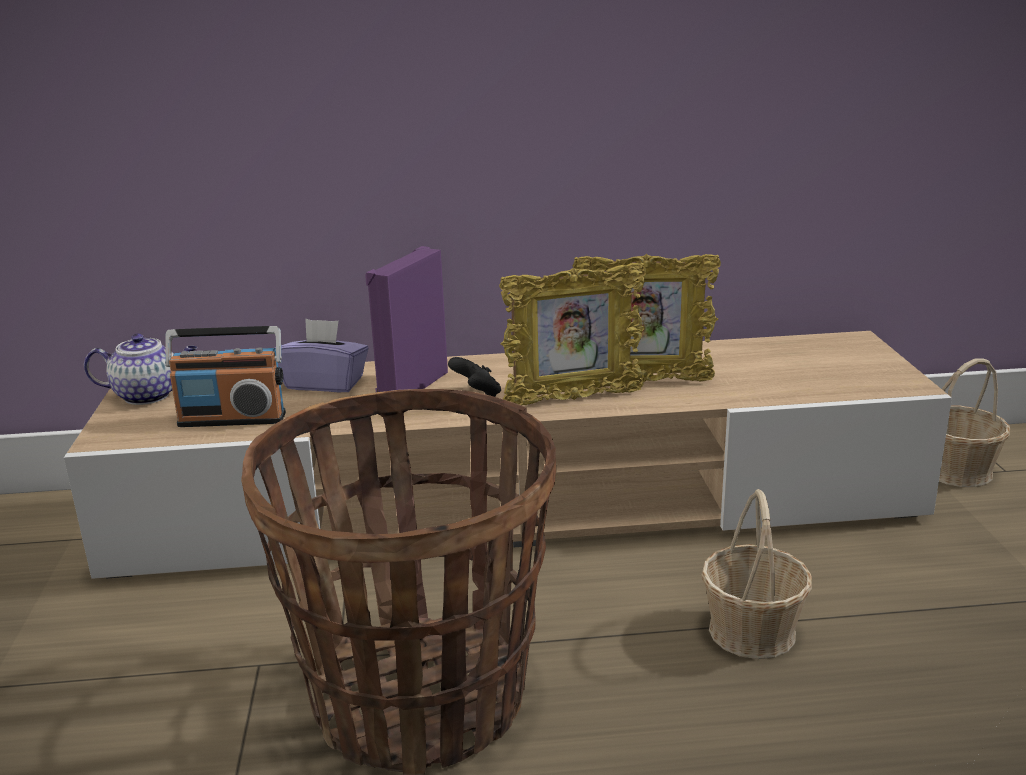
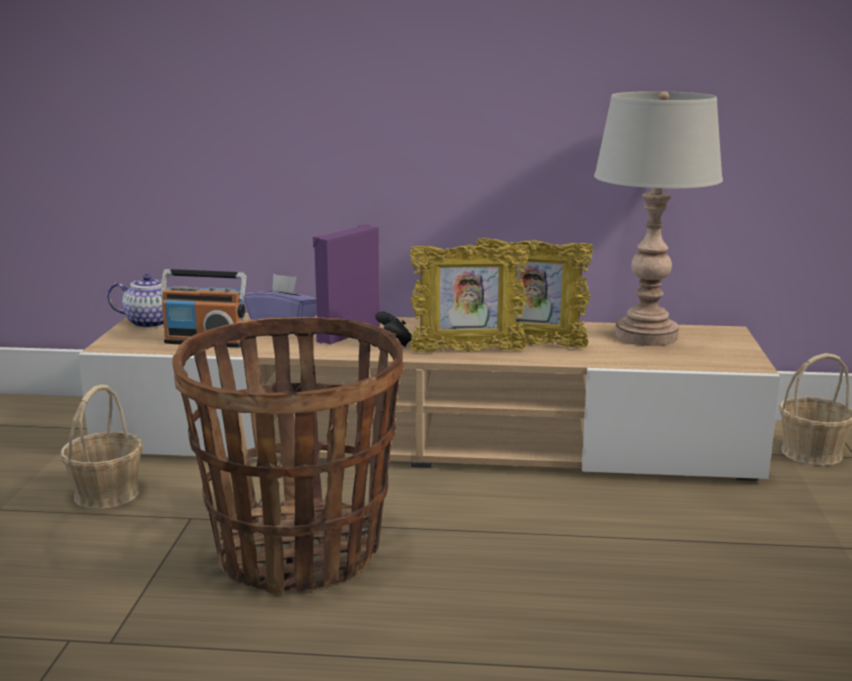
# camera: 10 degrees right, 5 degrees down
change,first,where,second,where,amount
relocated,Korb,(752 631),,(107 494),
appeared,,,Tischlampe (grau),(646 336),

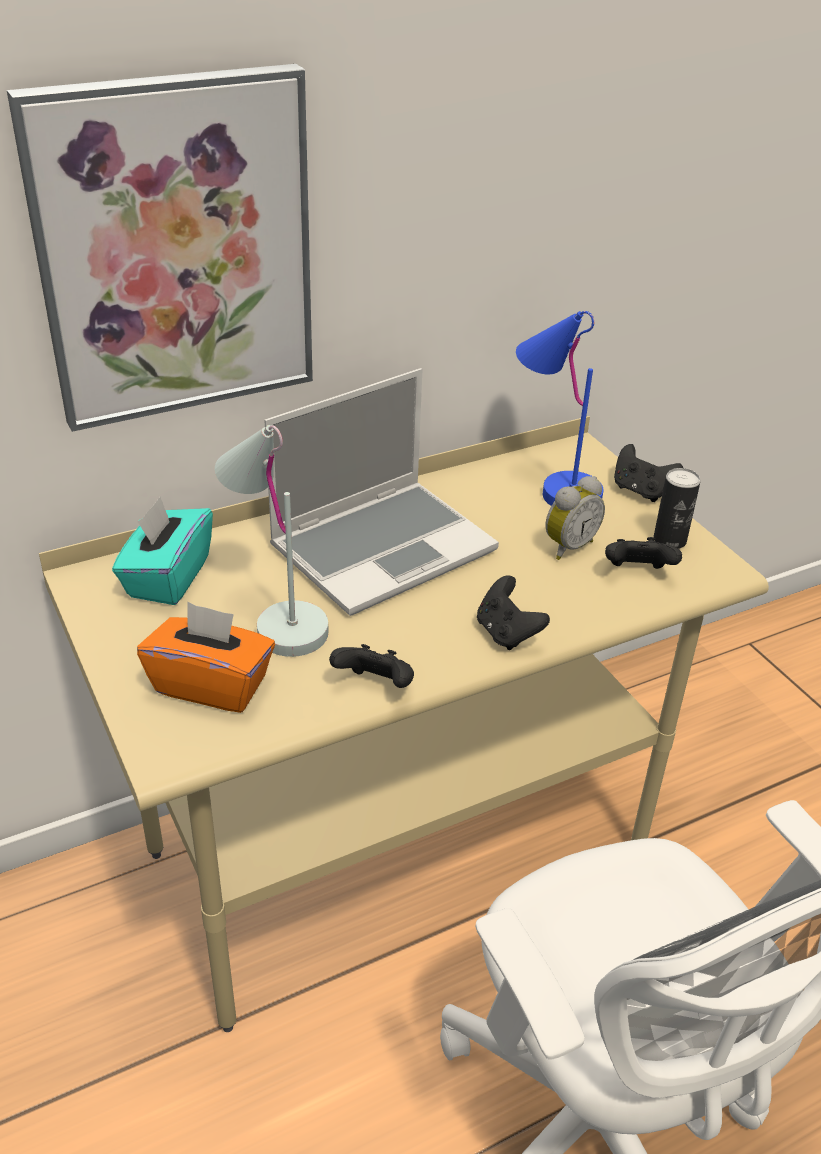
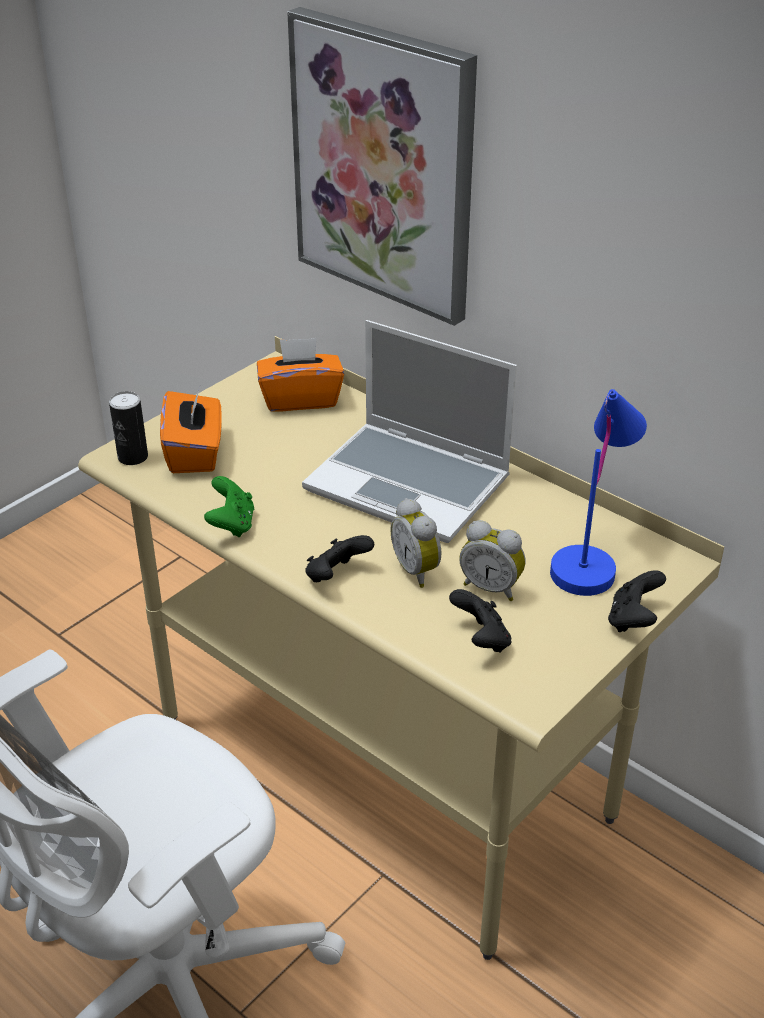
# camera: 70 degrees right, 0 degrees up
change,first,where,second,where,amount
colour,Taschentuchbox (türkis),(167 577),Taschentuchbox (orange),(300 399),
missing,Tischlampe (weiß),(274 615),,,
colour,Gamepad (schwarz),(376 686),Gamepad (grün),(232 524),
relocated,Dose,(669 540),,(133 457),
appeared,,,Wecker,(418 570),

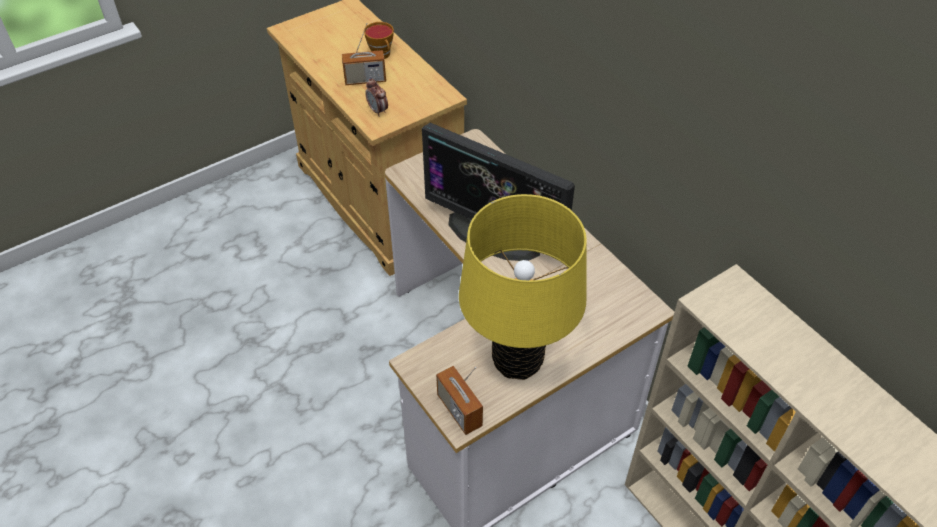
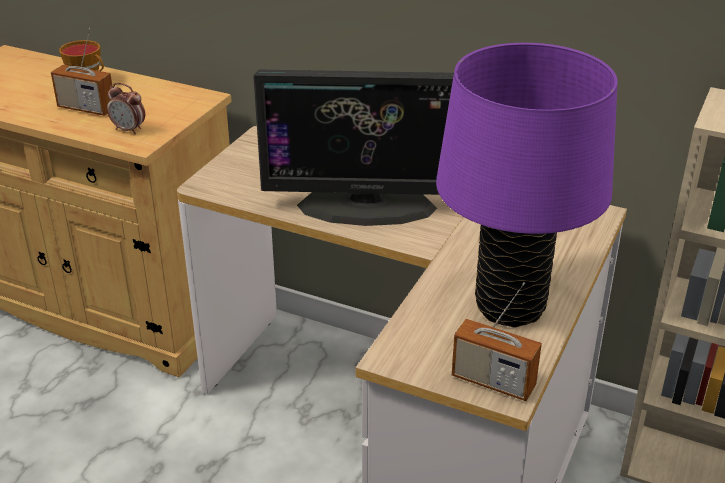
# camera: 30 degrees left, 15 degrees down
change,first,where,second,where,amount
spun,Radio,(365 80),,(86 108),60 degrees clockwise
colour,Tischlampe (gelb),(517 360),Tischlampe (lila),(510 307),

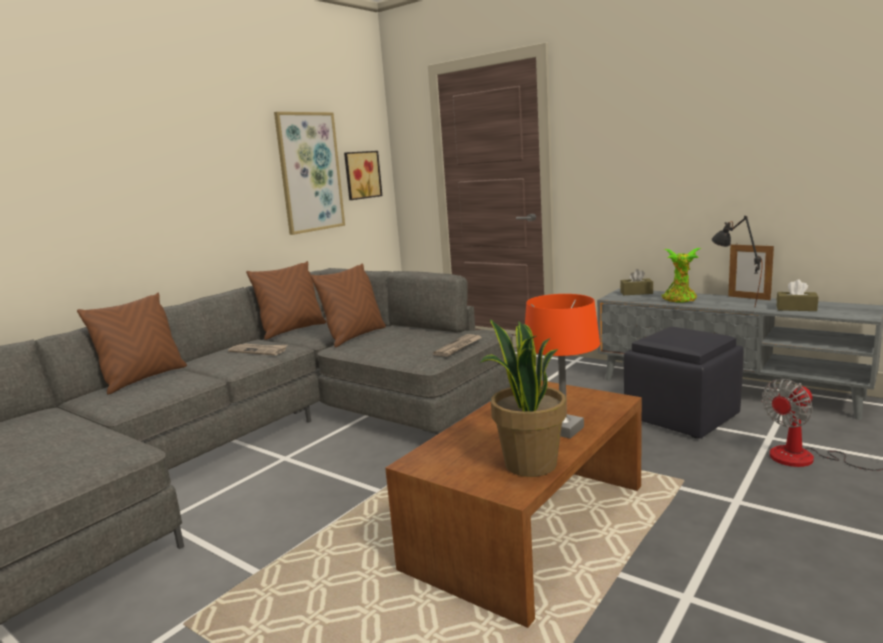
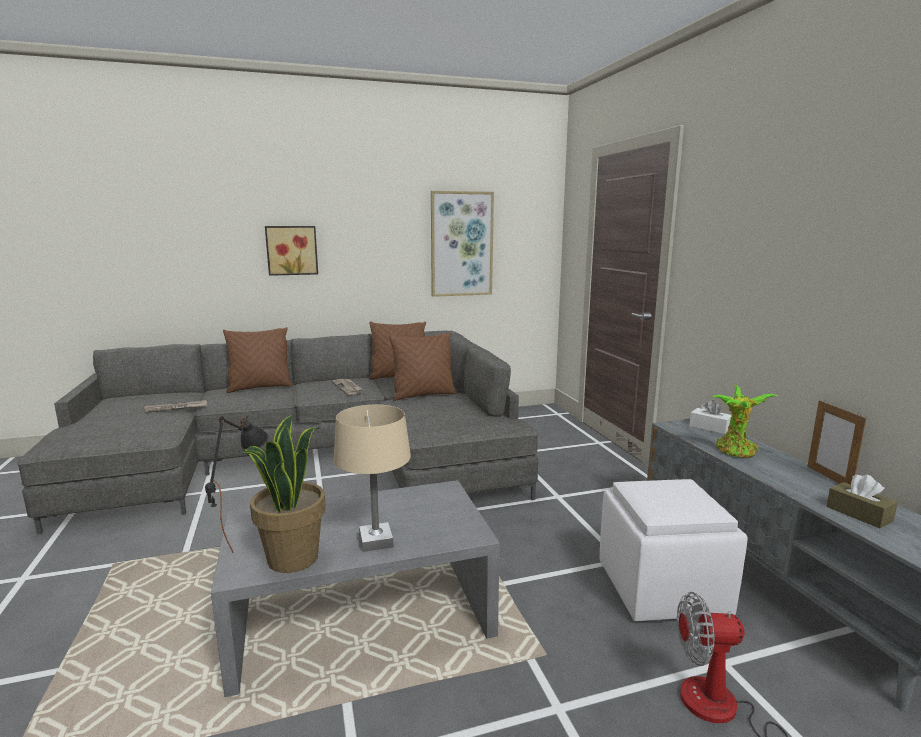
# camera: 35 degrees right, 0 degrees up
change,first,where,second,where,amount
relocated,Bild,(361 175),,(292 250),
colour,Couchtisch (braun),(528 525),Couchtisch (grau),(361 616),
relocated,Zeitung,(458 347),,(175 408),
colour,Tischlampe (orange),(563 430),Tischlampe (beige),(375 541),
colour,Taschentuchbox (braun),(636 293),Taschentuchbox (weiß),(709 427),
colour,Polsterhocker (schwarz),(683 417),Polsterhocker (weiß),(663 589),
relocated,Tischlampe (schwarz),(733 304),,(243 535),

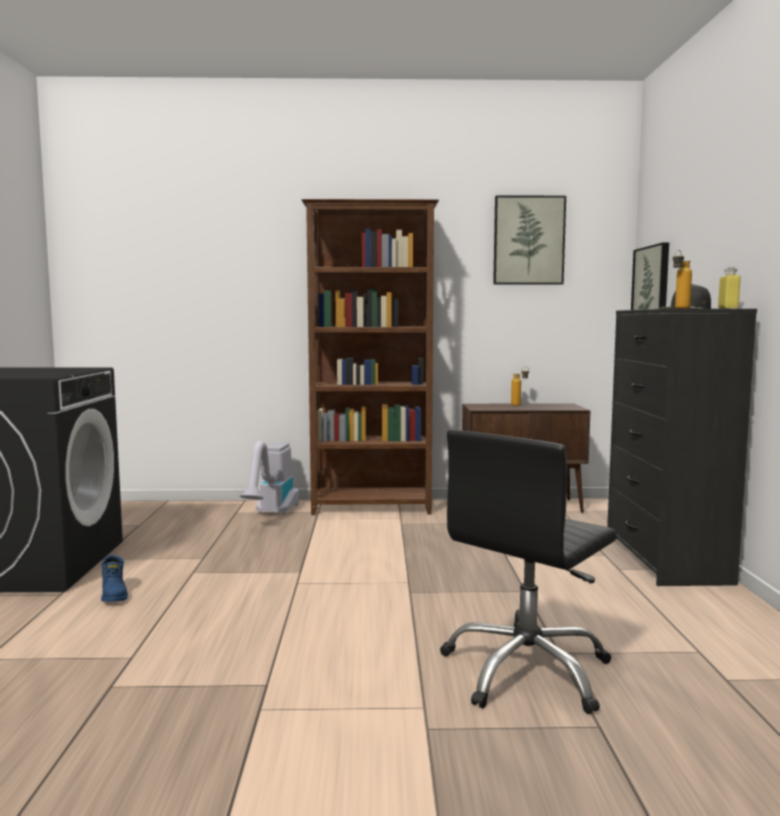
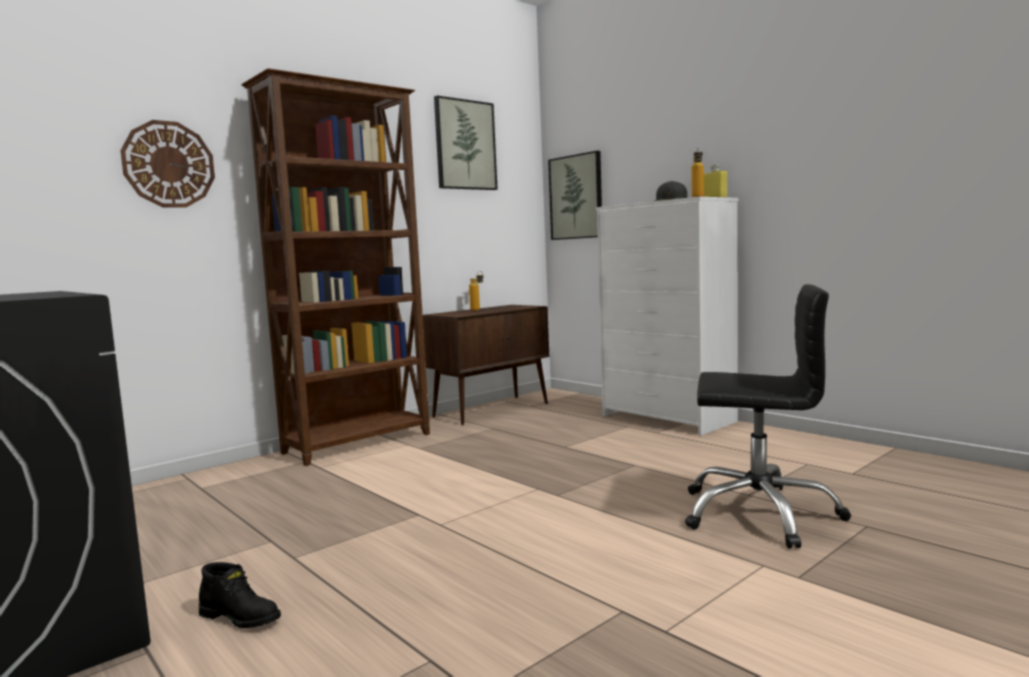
# camera: 40 degrees left, 0 degrees up
change,first,where,second,where,amount
colour,Stiefel (blau),(114 595),Stiefel (schwarz),(241 617),
missing,Staubsauger,(272 514),,,
spun,Bürostuhl (schwarz),(527 671),,(759 513),75 degrees counterclockwise
colour,Kommode (schwarz),(666 560),Kommode (weiß),(668 418),
appeared,,,Wanduhr,(169 164),

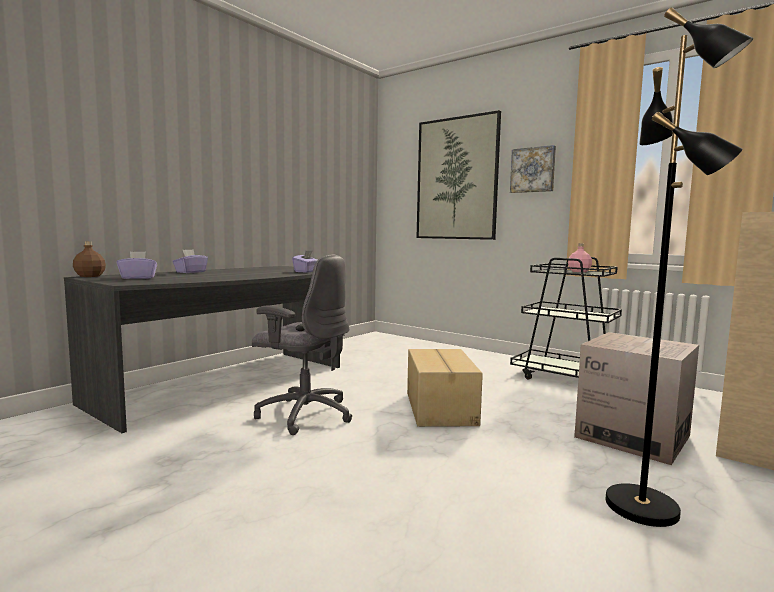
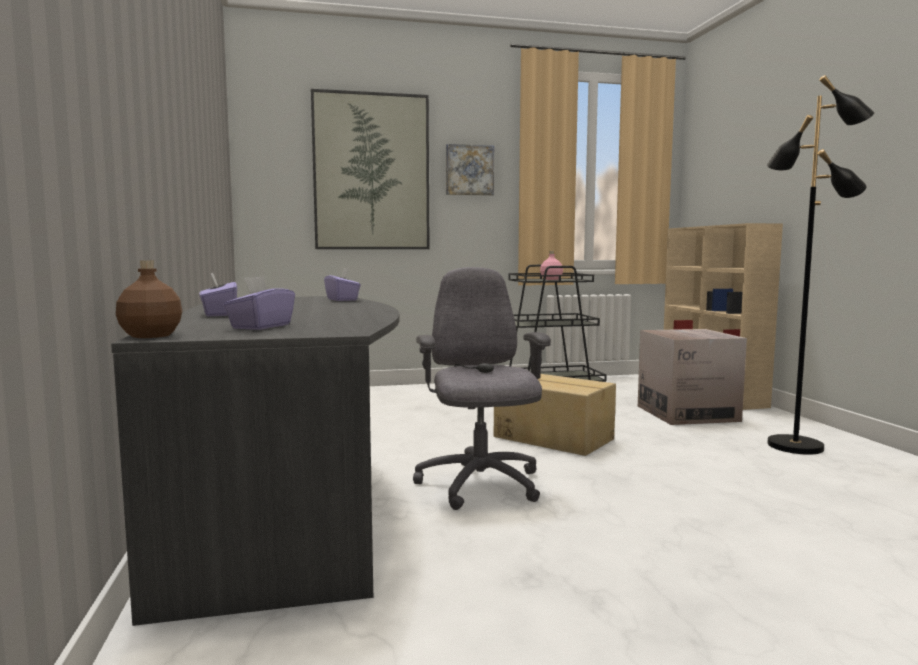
# camera: 50 degrees left, 0 degrees up
change,first,where,second,where,amount
spun,Bürostuhl (grau),(304 414),,(480 486),75 degrees counterclockwise

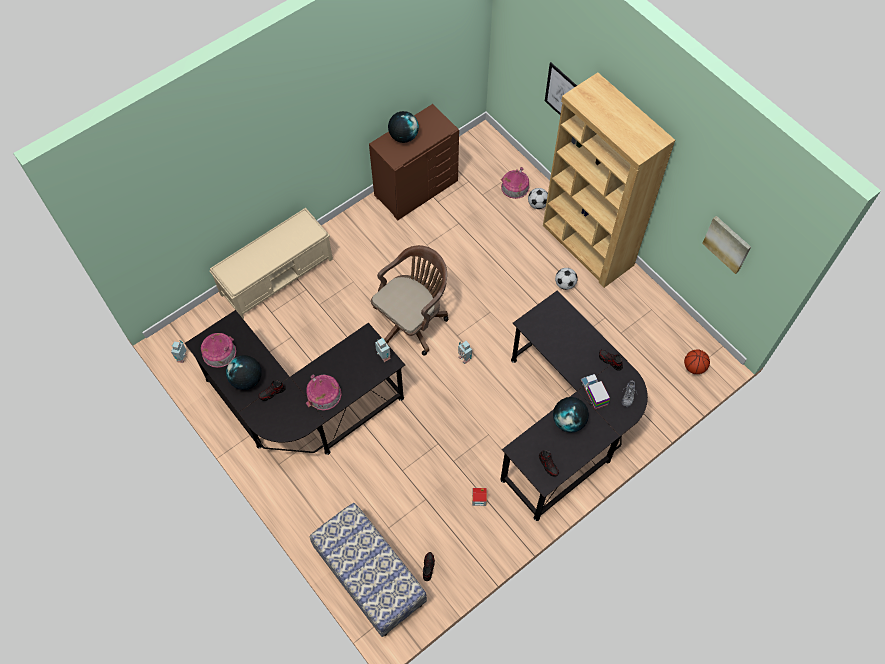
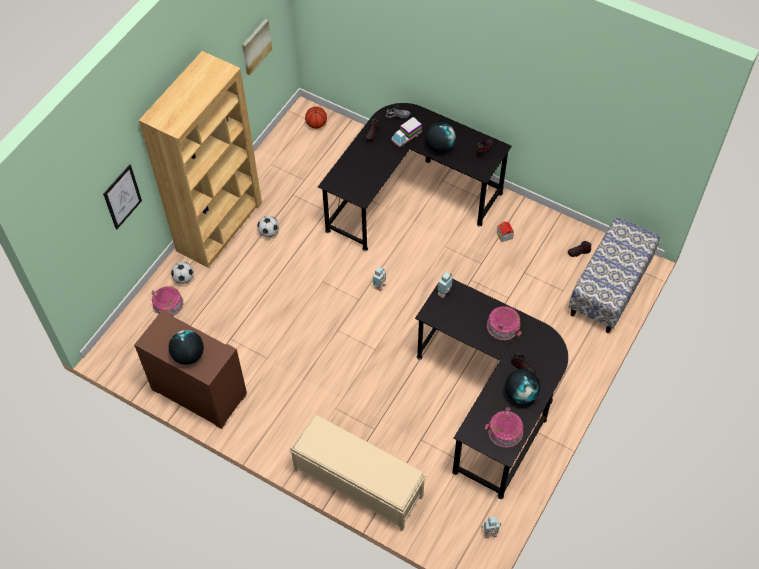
# camera: 110 degrees left, 5 degrees down
change,first,where,second,where,amount
missing,Bürostuhl (braun),(412 321),,,

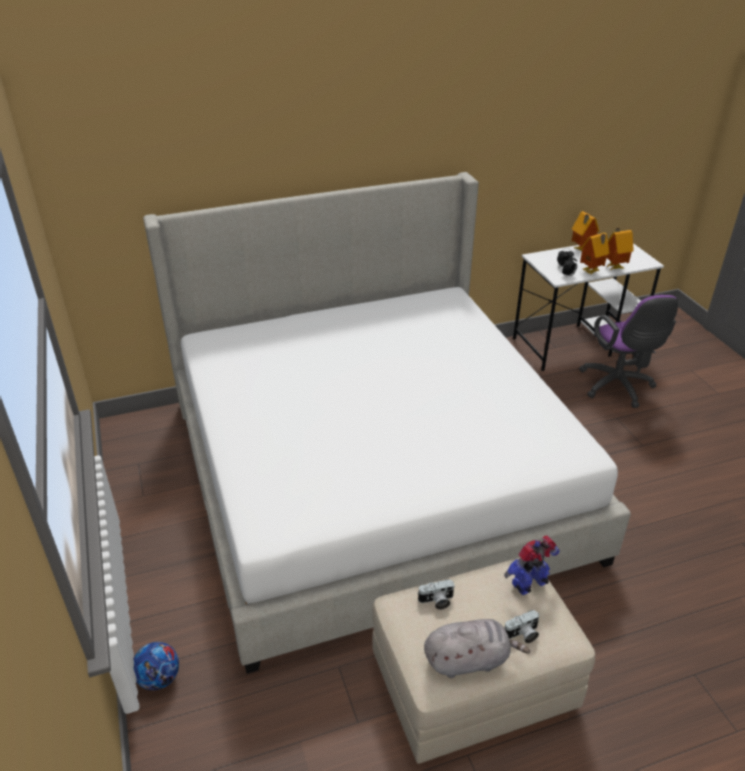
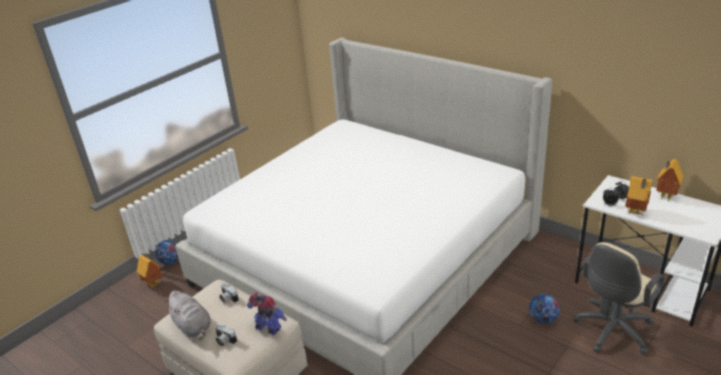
# camera: 60 degrees right, 5 degrees down
change,first,where,second,where,amount
colour,Bürostuhl (lila),(618 387),Bürostuhl (beige),(611 332),
relocated,Spielzeughaus,(614 267),,(154 283),
appeared,,,Fußball,(543 319),

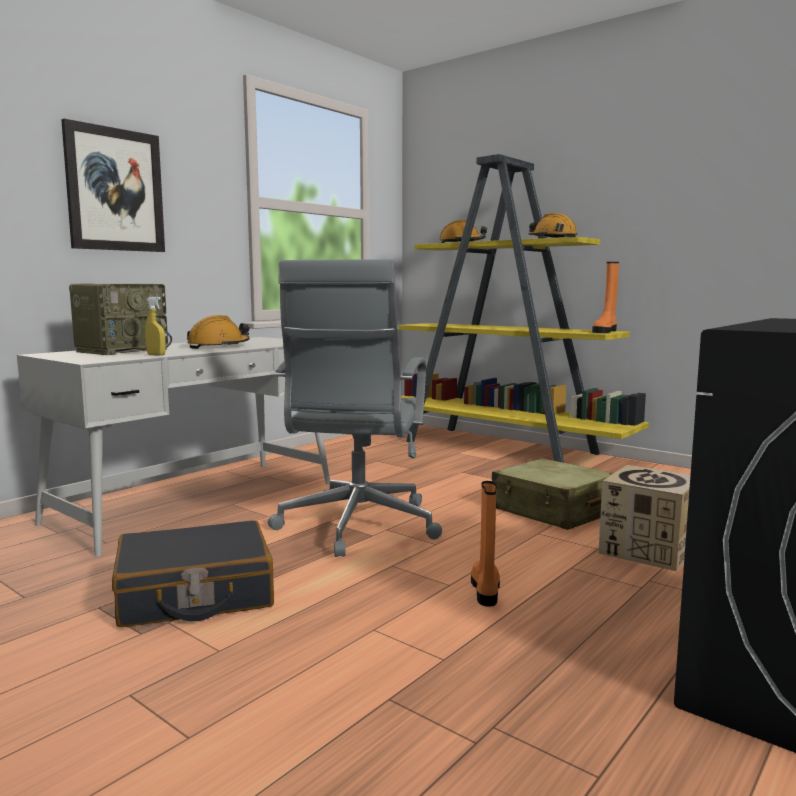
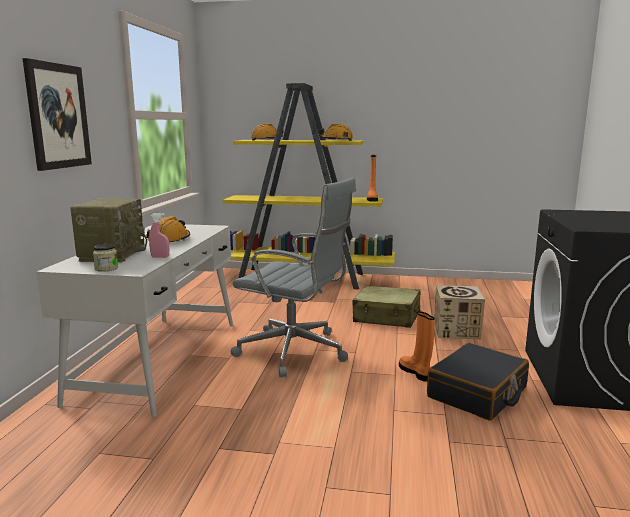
# camera: 30 degrees left, 5 degrees up
change,first,where,second,where,amount
relocated,Koffer (schwarz),(195 594),,(478 393),
colour,Sprühflasche (gelb),(156 355),Sprühflasche (rosa),(160 257),
spun,Bürostuhl (grau),(356 526),,(295 352),45 degrees counterclockwise
appeared,,,Vorratsglas,(106 268),

